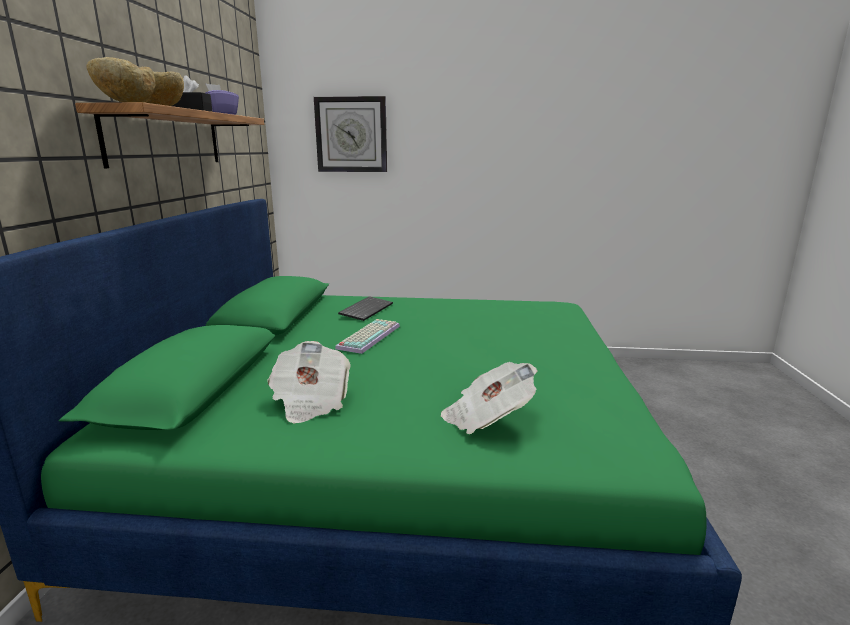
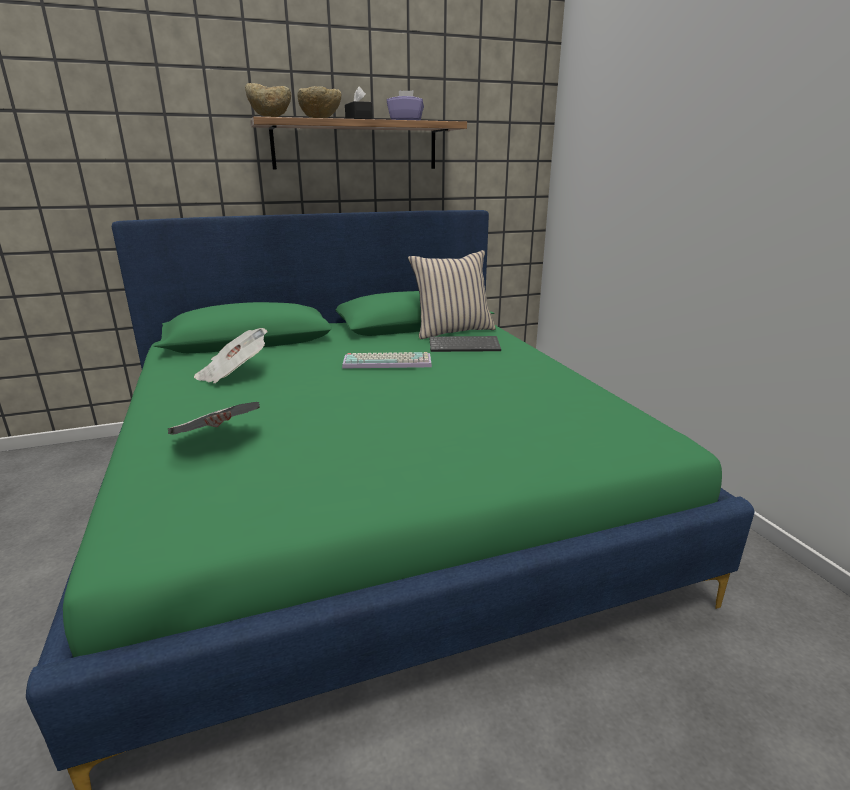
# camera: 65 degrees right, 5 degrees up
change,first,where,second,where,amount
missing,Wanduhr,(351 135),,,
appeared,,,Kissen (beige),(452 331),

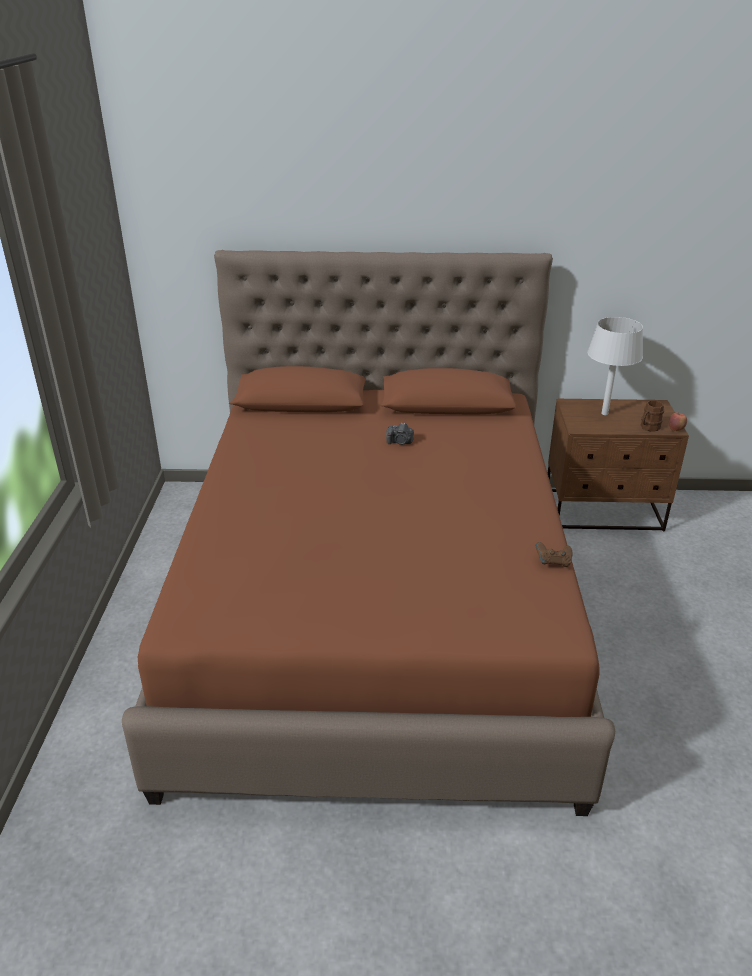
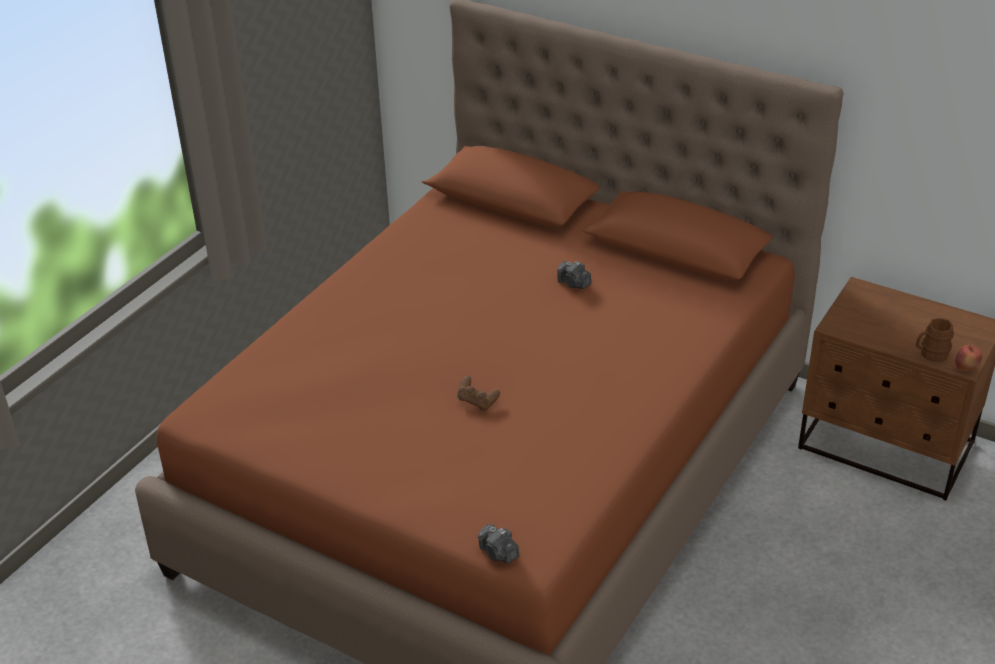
# camera: 30 degrees right, 5 degrees up
change,first,where,second,where,amount
relocated,Gamepad (braun),(553 562),,(477 402),
missing,Tischlampe (grau),(605 414),,,
appeared,,,Kamera,(498 553),

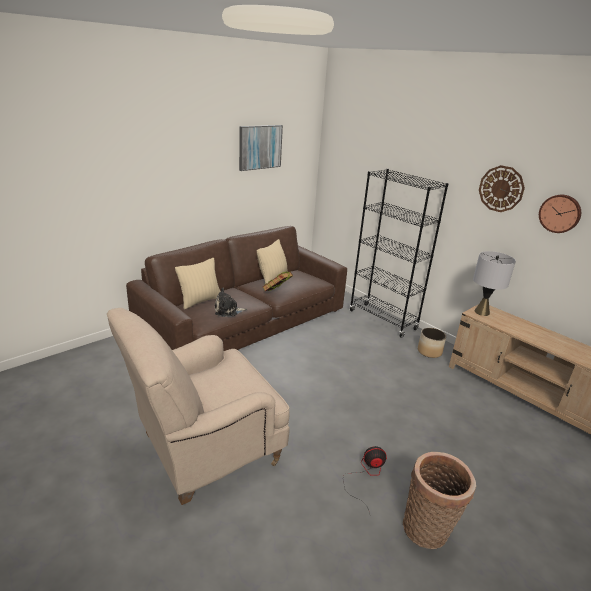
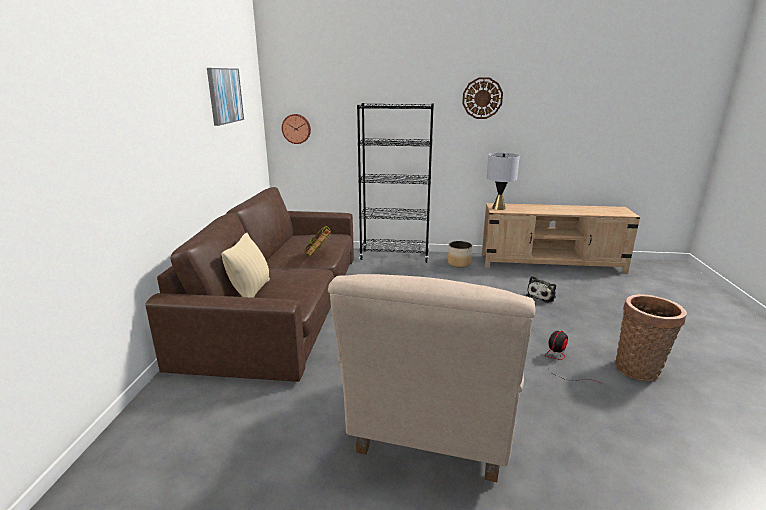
# camera: 40 degrees left, 5 degrees down
change,first,where,second,where,amount
relocated,Plüschtier,(228 310),,(542 296),
missing,Kissen (beige),(272 279),,,
relocated,Wanduhr,(560 213),,(296 128),

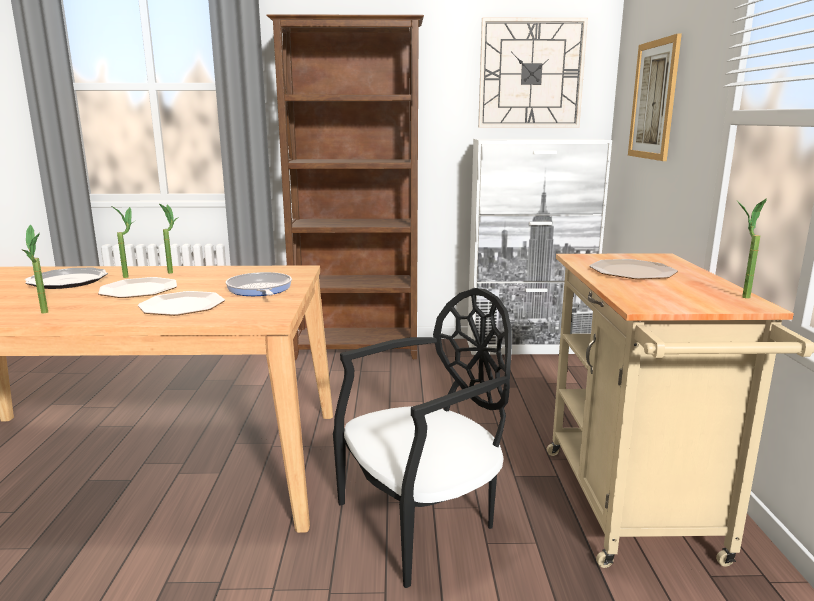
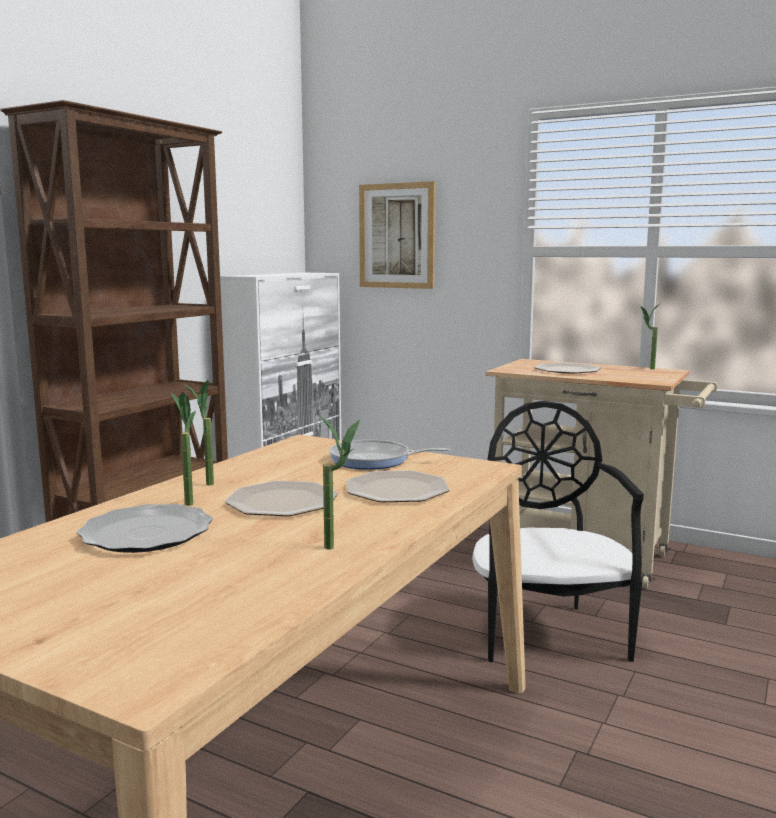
# camera: 60 degrees left, 5 degrees down
change,first,where,second,where,amount
missing,Wanduhr,(531 74),,,

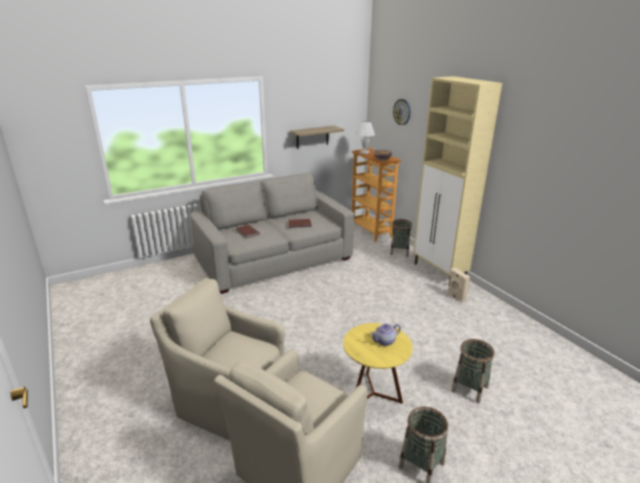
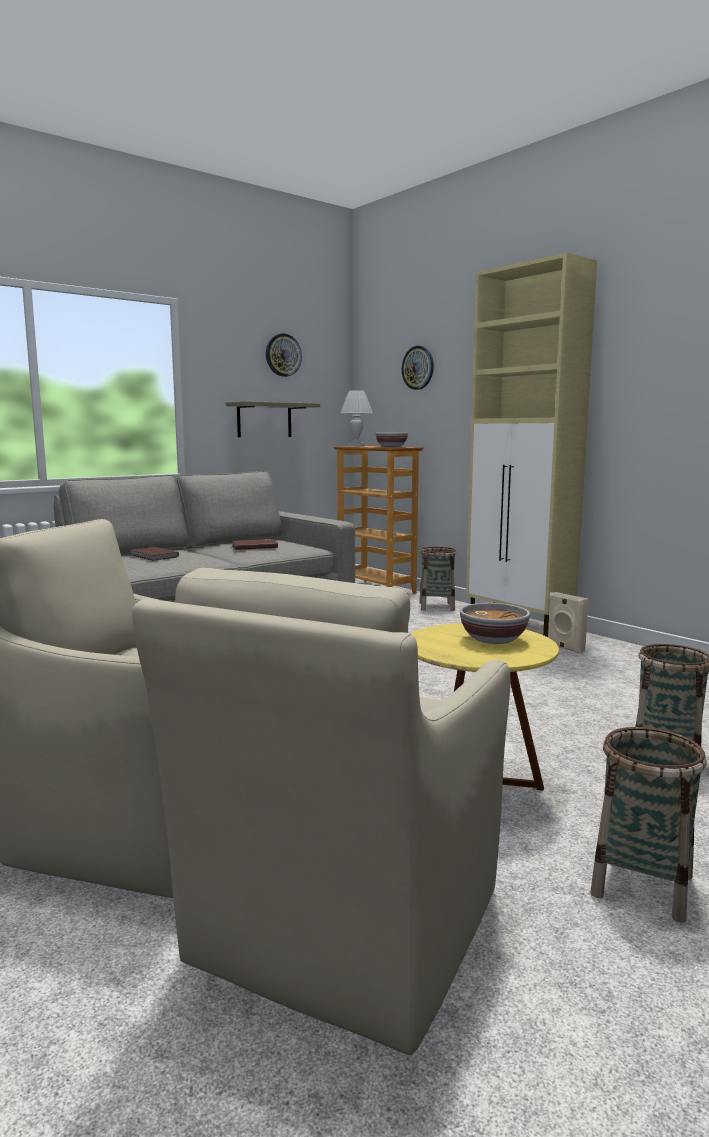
# camera: 10 degrees left, 15 degrees down
change,first,where,second,where,amount
exchanged,Teekanne,(384 341),Schüssel,(494 639),
appeared,,,Wanduhr,(283 355),

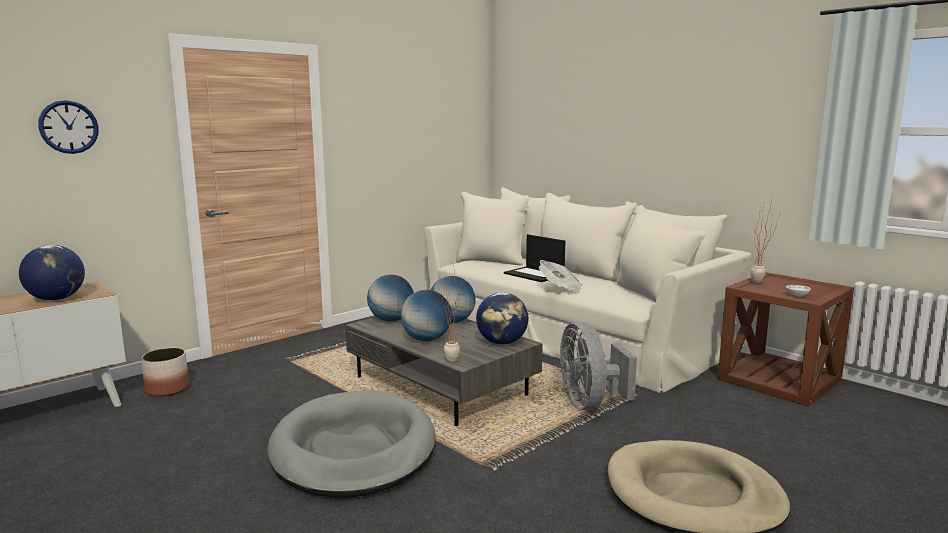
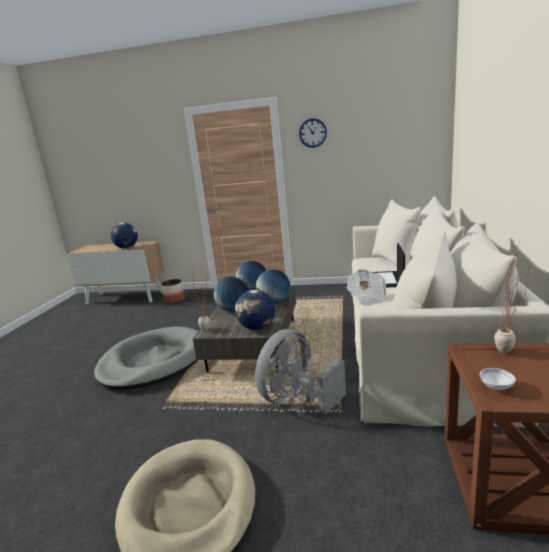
# camera: 55 degrees right, 5 degrees up
change,first,where,second,where,amount
relocated,Wanduhr,(69 127),,(312 133),

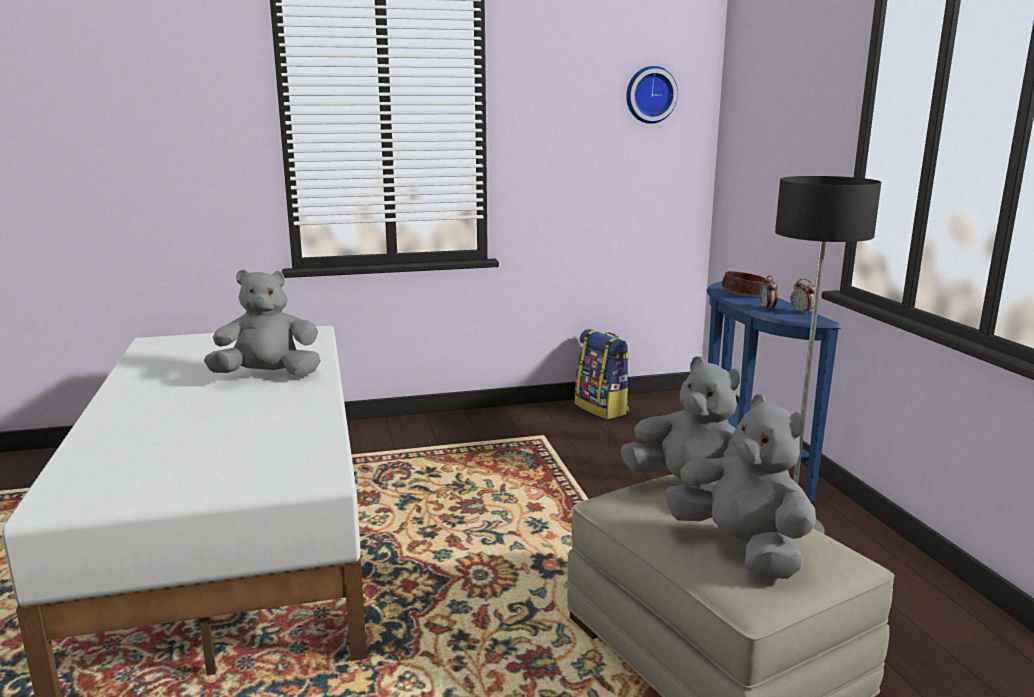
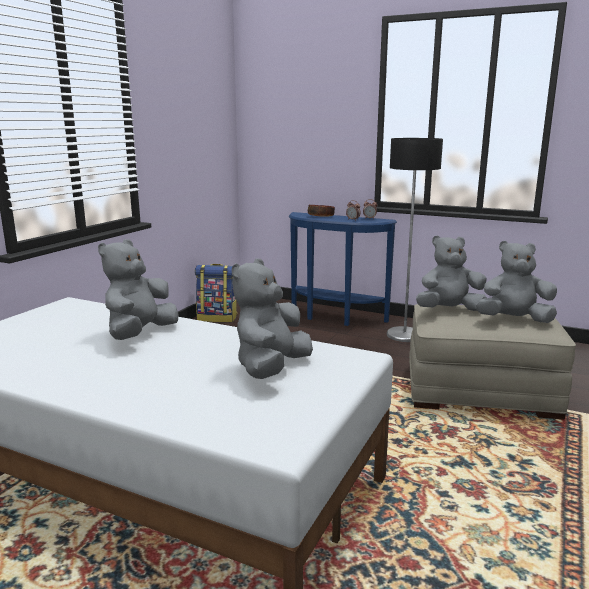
# camera: 50 degrees left, 0 degrees up
change,first,where,second,where,amount
missing,Wanduhr,(650 95),,,
appeared,,,Plüschtier (grau),(271 368),

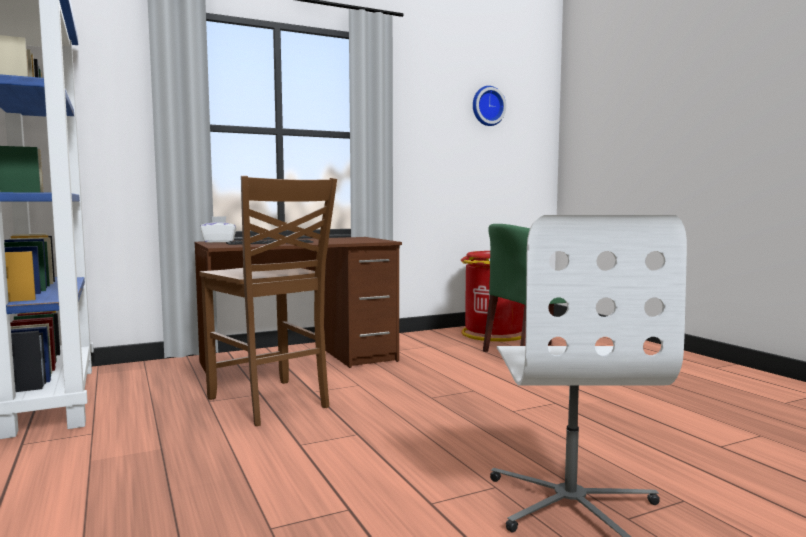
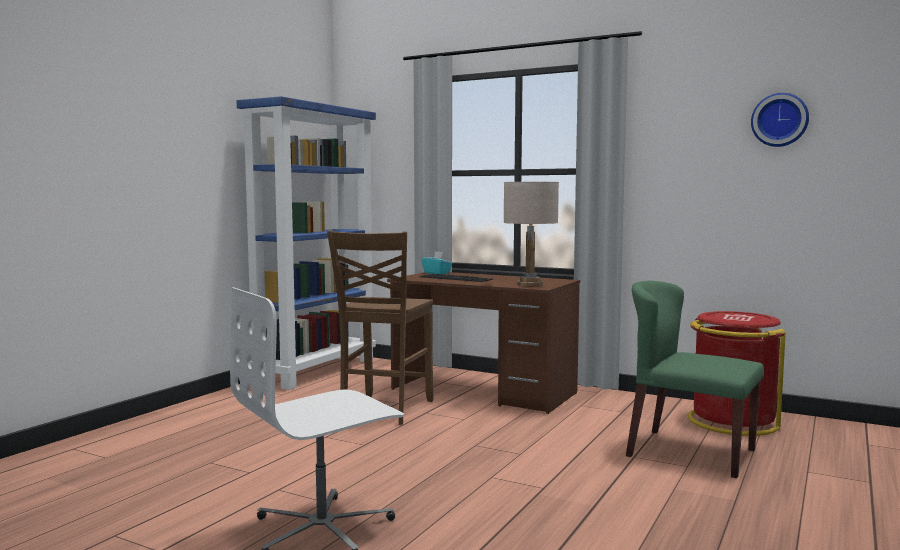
# camera: 55 degrees right, 0 degrees up
change,first,where,second,where,amount
colour,Taschentuchbox (weiß),(219 242),Taschentuchbox (türkis),(437 273),
appeared,,,Tischlampe (beige),(530 285),

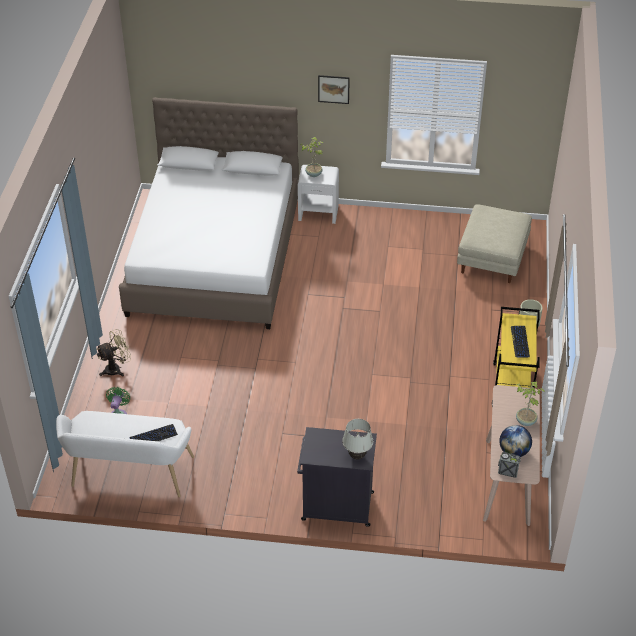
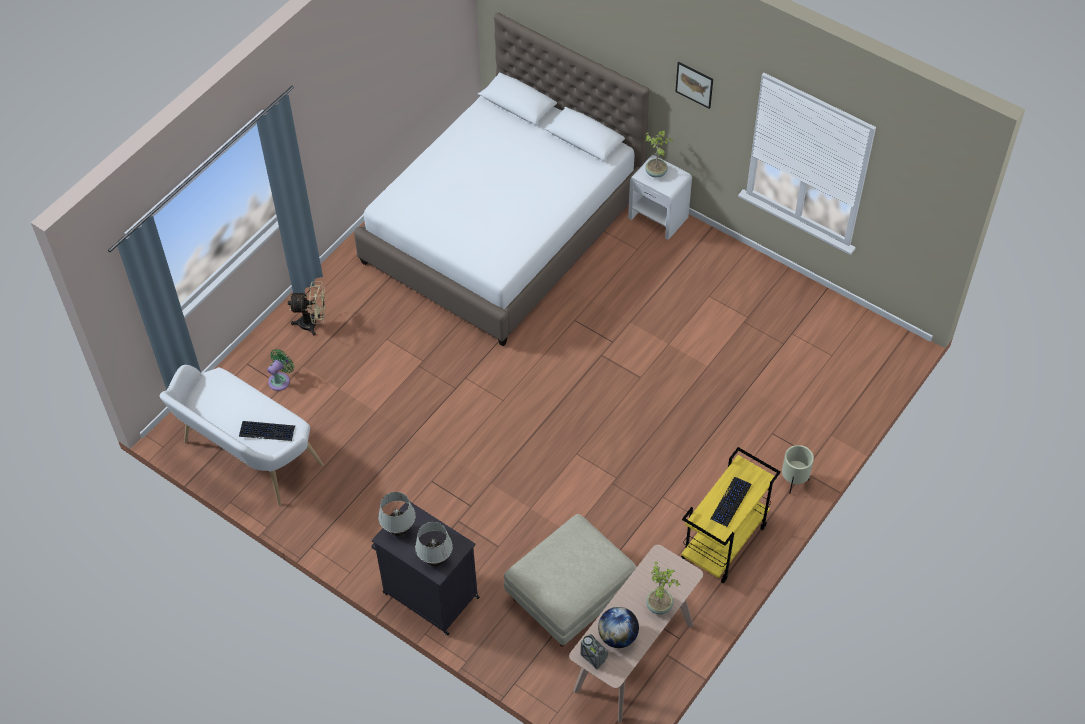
# camera: 30 degrees right, 10 degrees up
change,first,where,second,where,amount
relocated,Polsterhocker (beige),(492 258),,(570 596),
appeared,,,Tischlampe (weiß),(399 531),

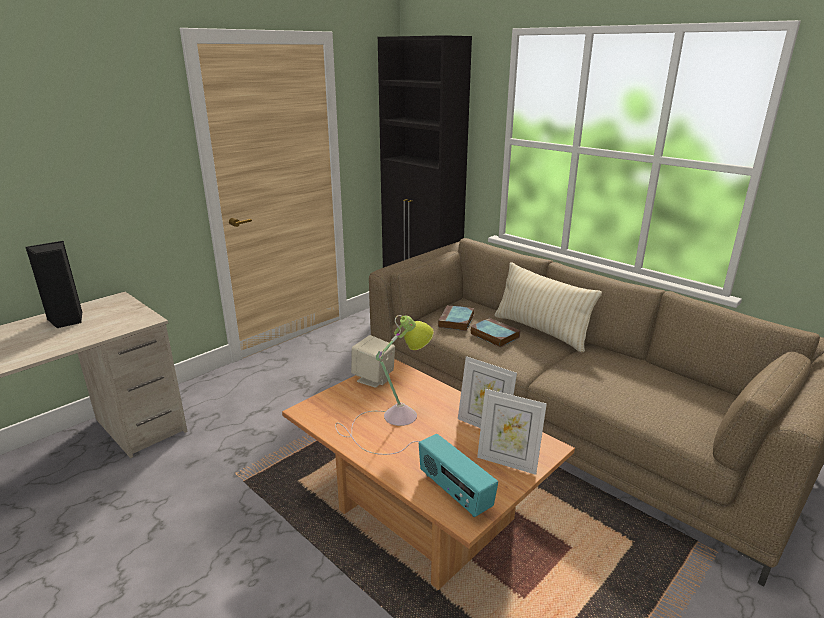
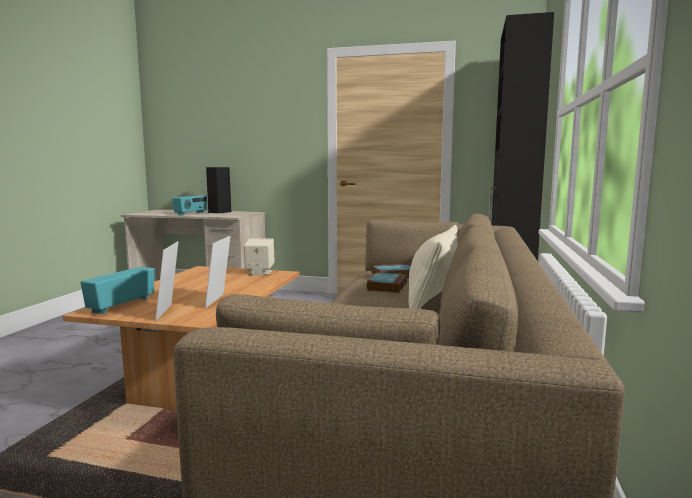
# camera: 60 degrees right, 15 degrees down
change,first,where,second,where,amount
missing,Tischlampe,(392 422),,,
appeared,,,Radio,(191 213),

